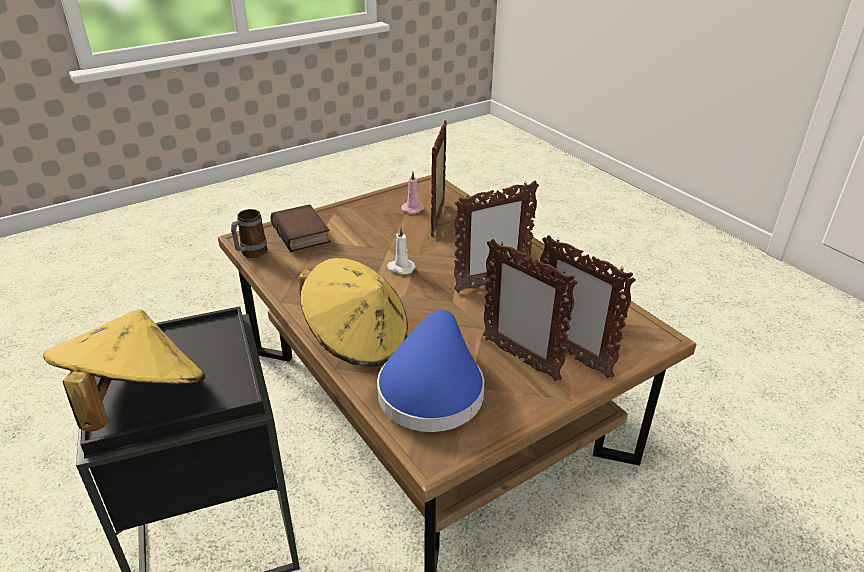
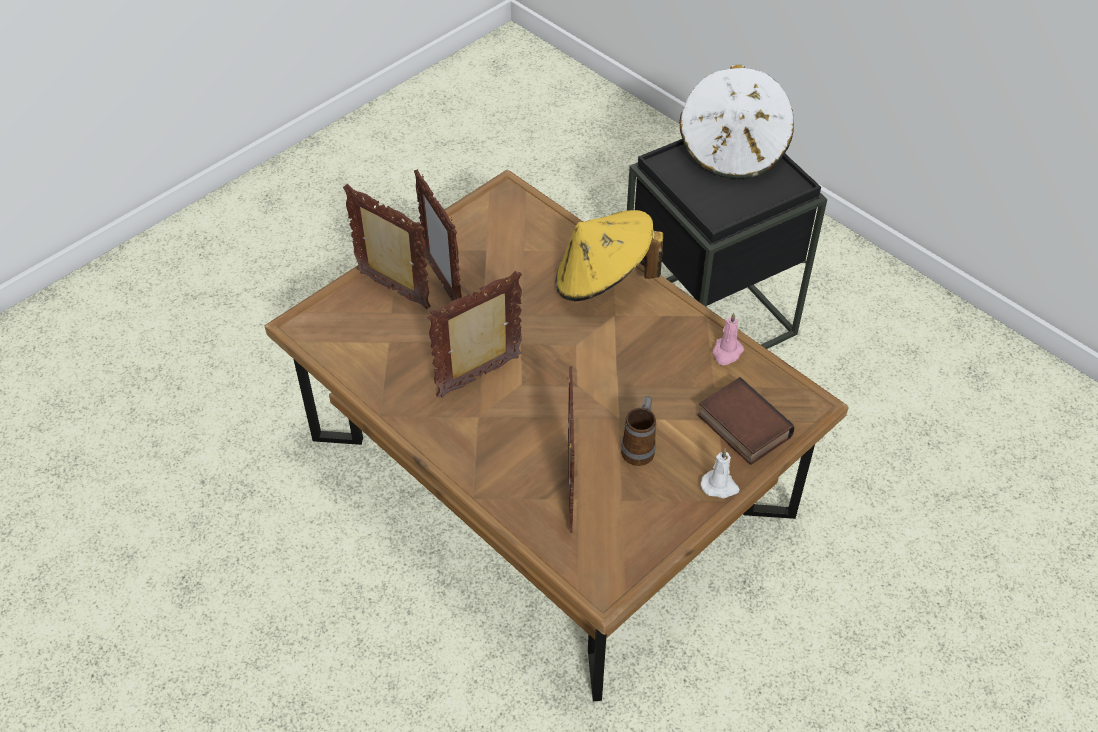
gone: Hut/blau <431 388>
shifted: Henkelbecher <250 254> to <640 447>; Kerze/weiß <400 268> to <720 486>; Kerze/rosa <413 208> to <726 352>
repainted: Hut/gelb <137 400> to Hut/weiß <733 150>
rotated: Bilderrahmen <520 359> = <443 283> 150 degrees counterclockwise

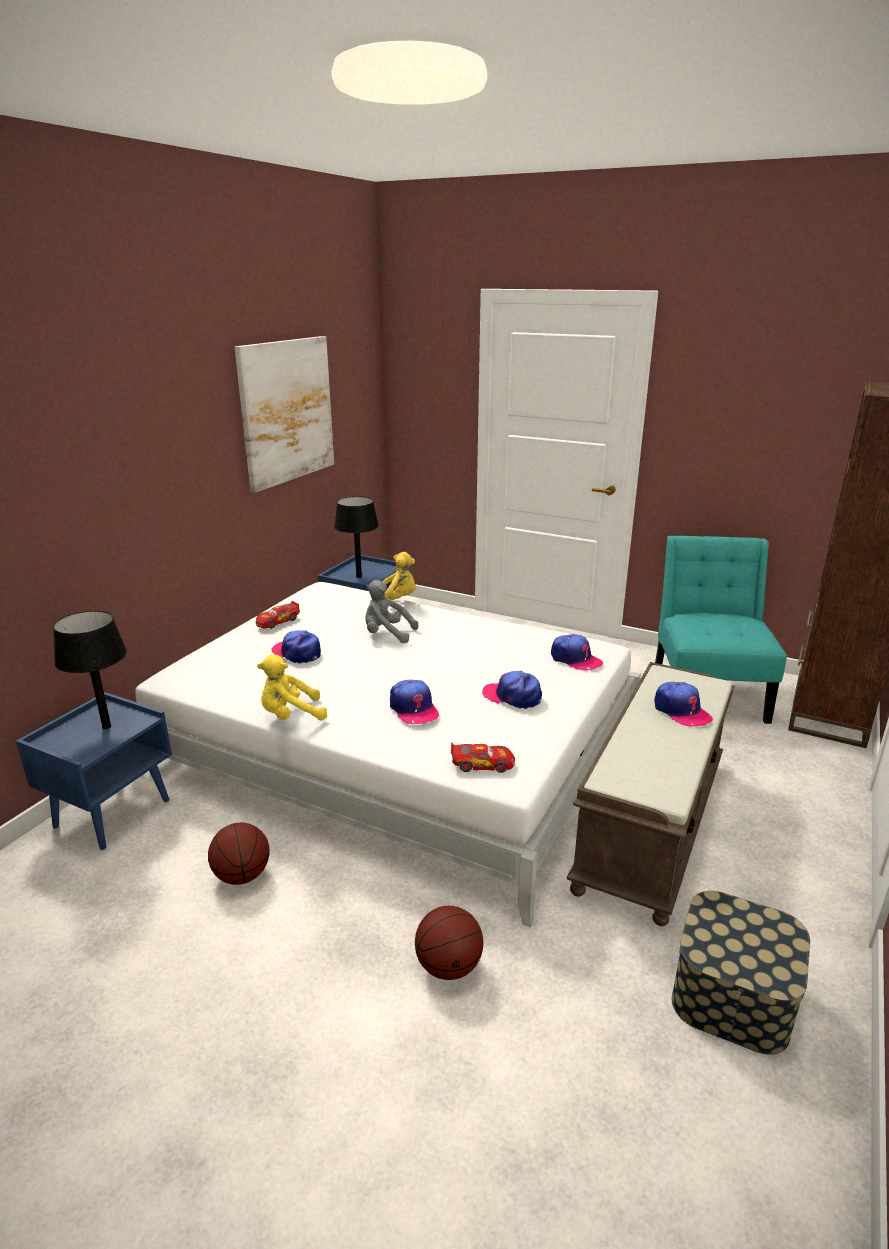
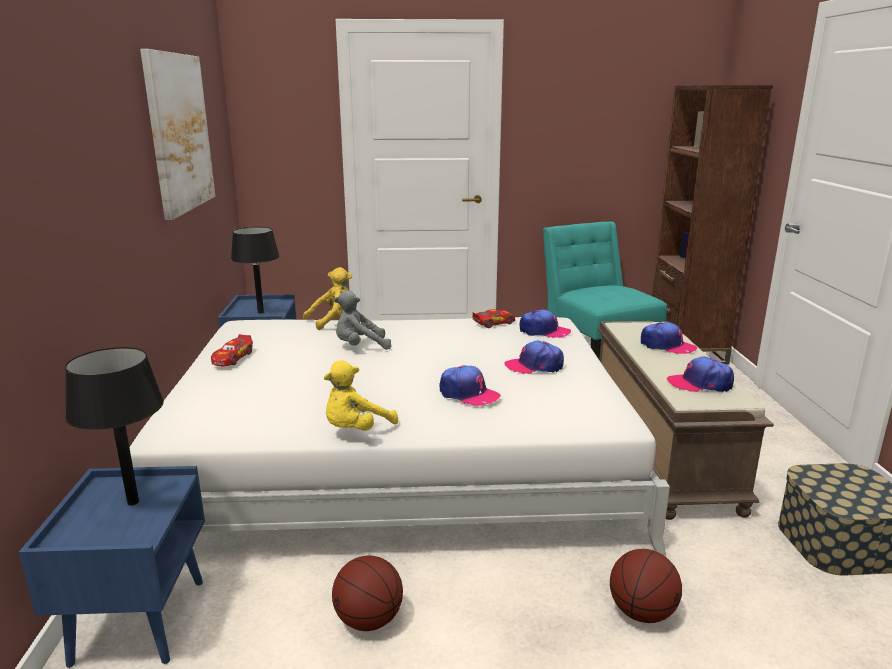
shifted: Kappe <297 653> to <700 383>; Spielzeugauto <482 764> to <494 323>

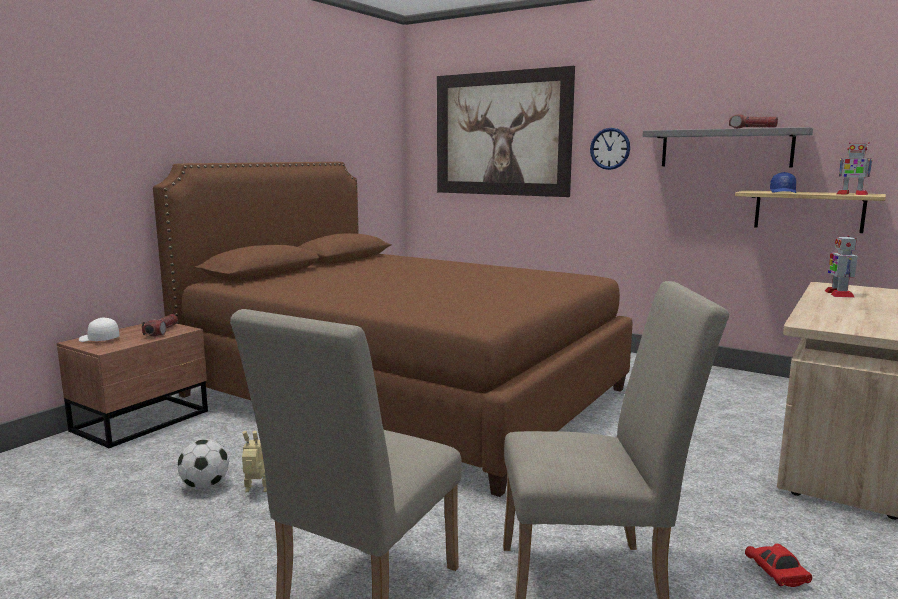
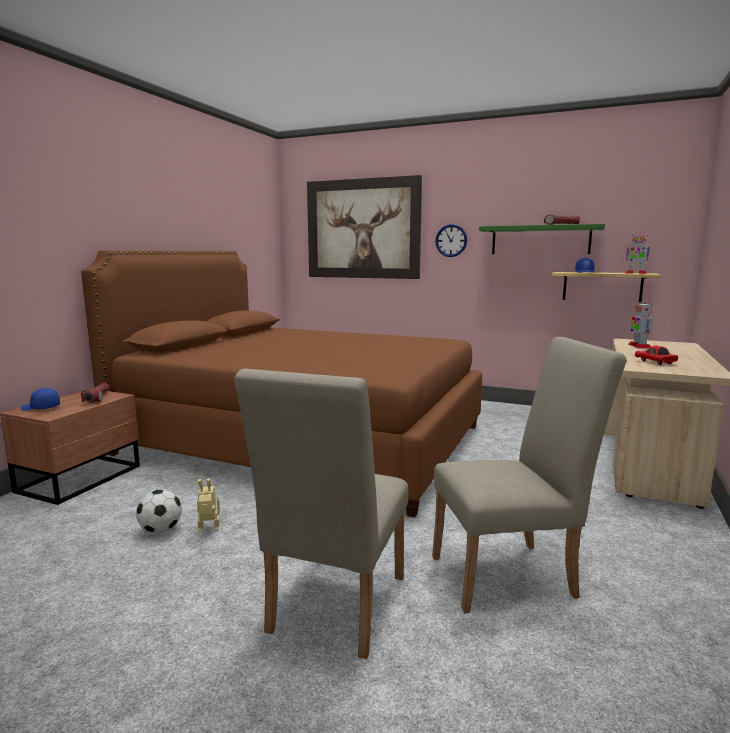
shifted: Spielzeugauto/rot <777 574> to <655 362>
repainted: Kappe/weiß <98 339> to Kappe/blau <40 408>; Wandregal/grau <725 148> to Wandregal/grün <540 240>

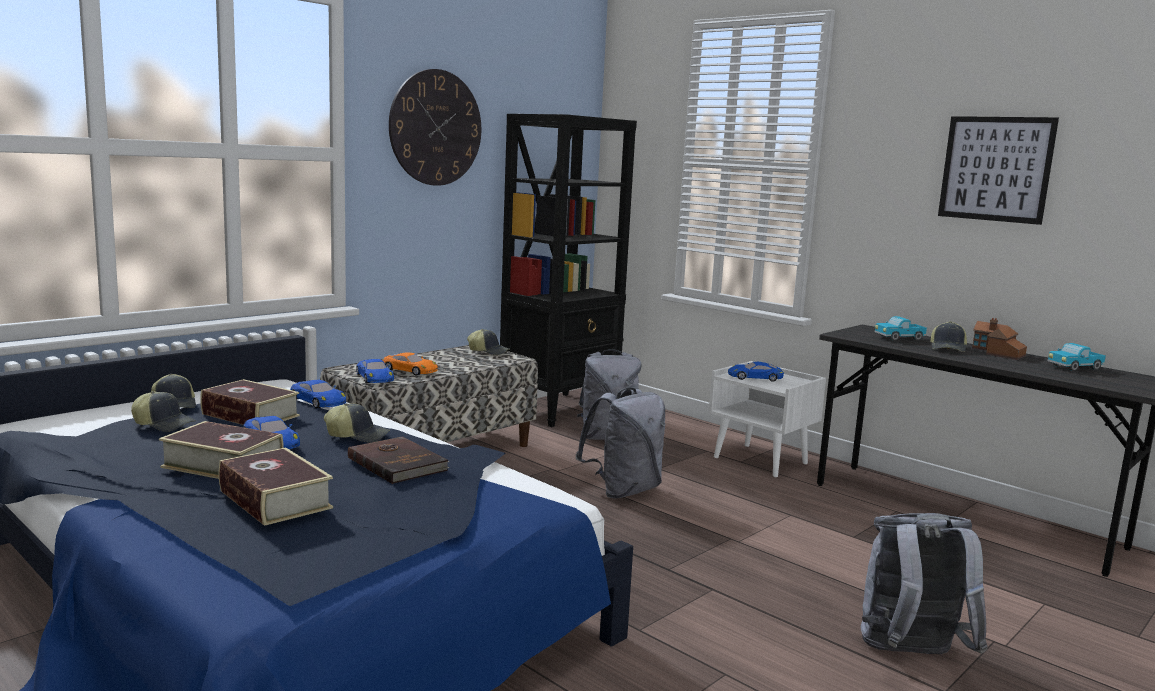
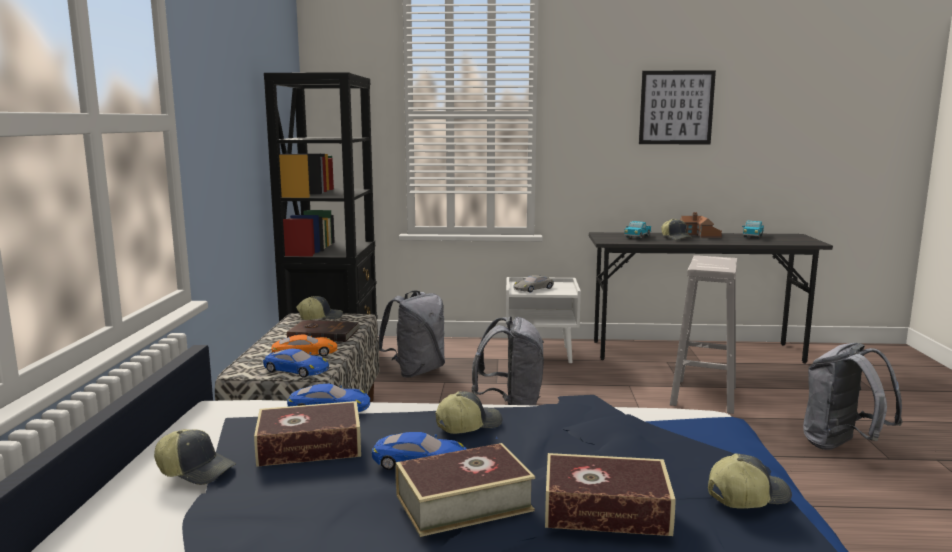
gone: Wanduhr <435 128>
new: Hocker/weiß <703 395>
shifted: Kappe <164 424> to <746 496>; Buch/braun <398 463> to <323 334>
repainted: Spielzeugauto/blau <755 377> to Spielzeugauto/grau <533 288>

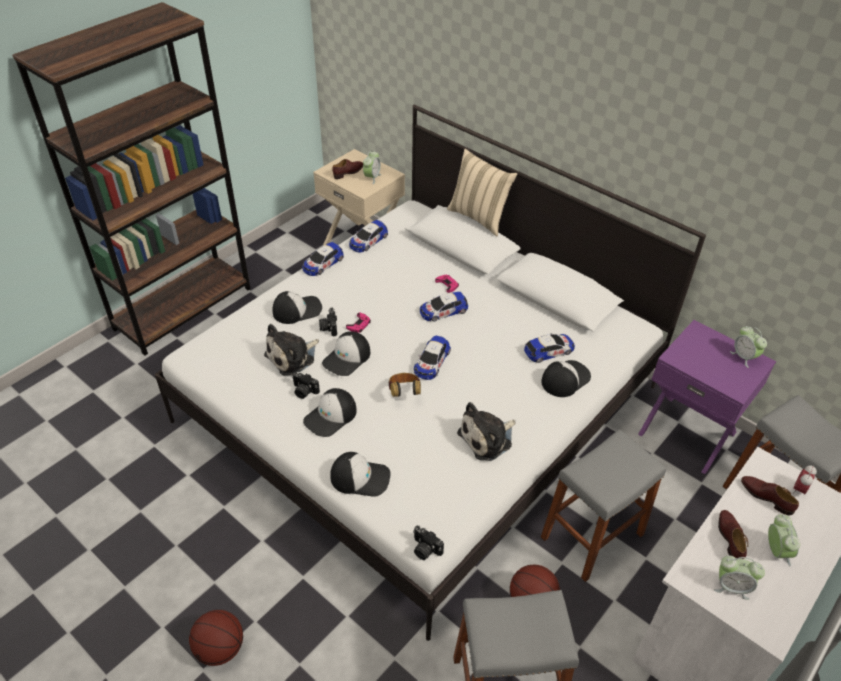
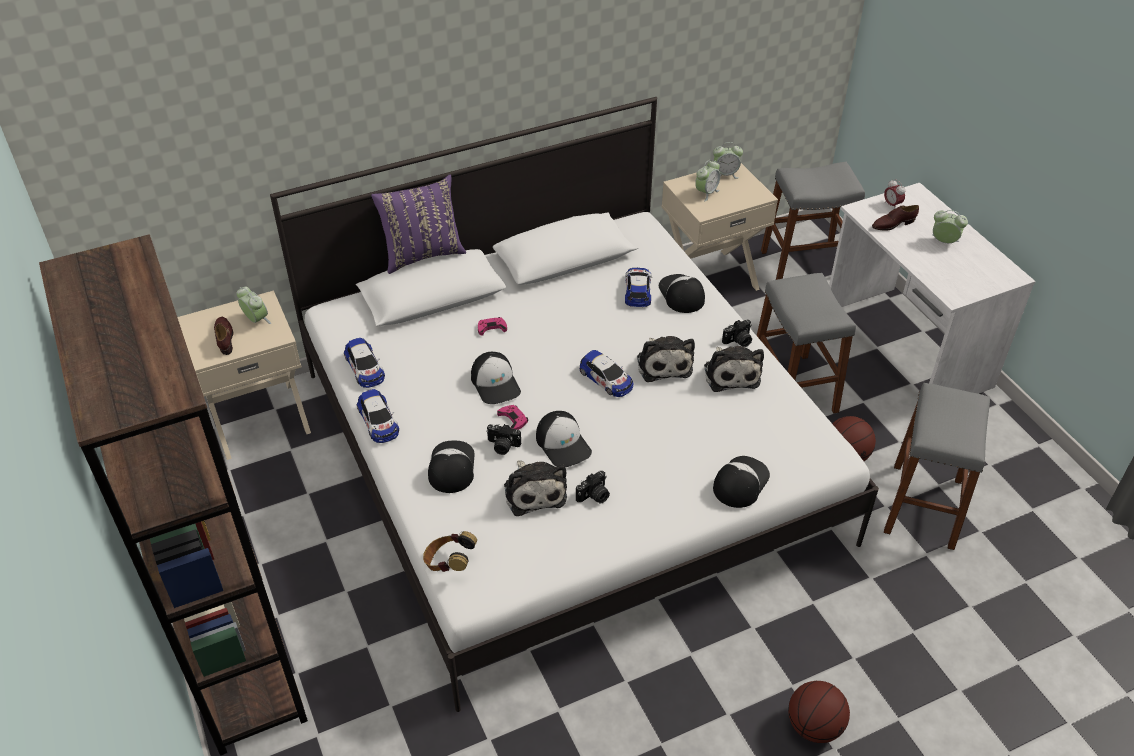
gone: Spielzeugauto <443 310>; Schuh/braun <730 538>
new: Plüschtier <663 363>
shifted: Kappe <331 416> to <496 383>; Kopfhörer <404 393> to <449 563>; Kamera <425 549> to <738 341>; Wecker <731 586> to <706 193>
repainted: Kissen/beige <479 217> to Kissen/lila <422 254>; Nachttisch/lila <688 432> to Nachttisch/beige <709 278>

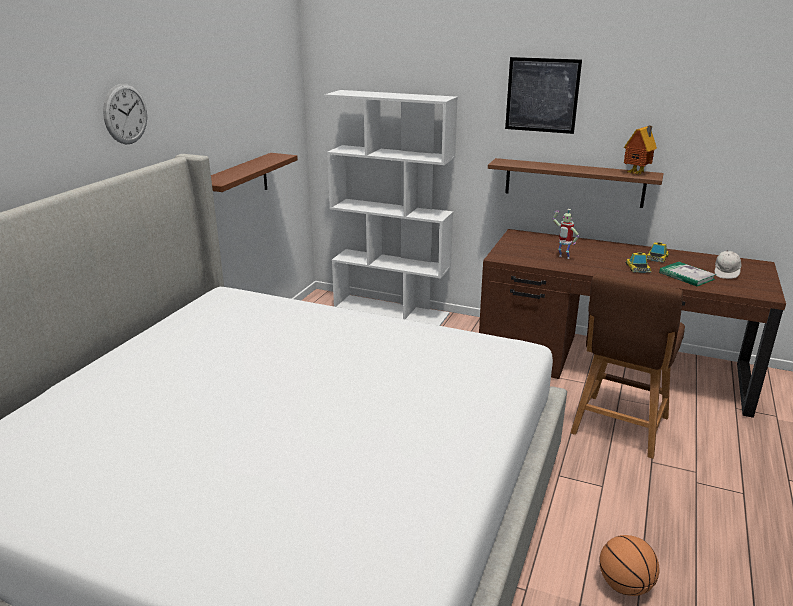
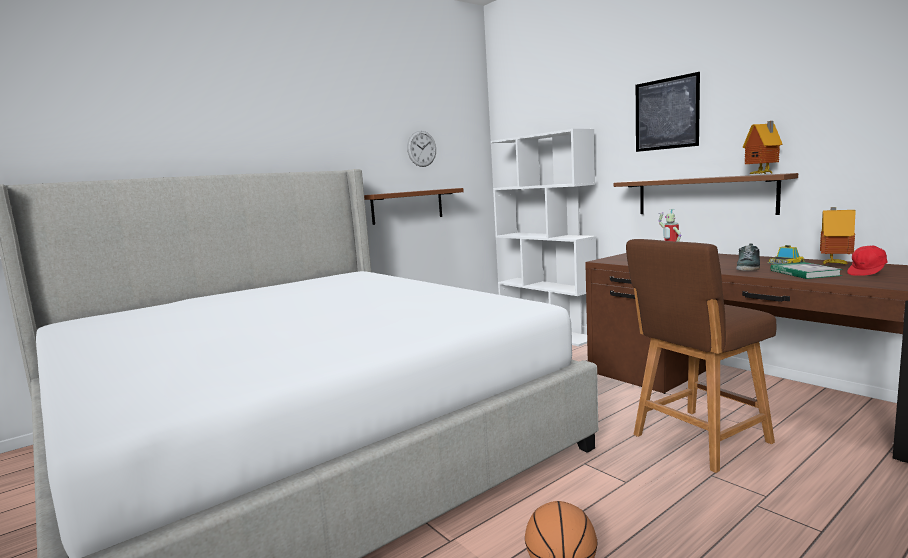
new: Spielzeughaus <834 264>
shifted: Wanduhr <125 114> to <421 148>
swapped: Spielzeugauto <638 268> to Schuh <748 268>
repainted: Kappe/weiß <726 273> to Kappe/rot <867 273>

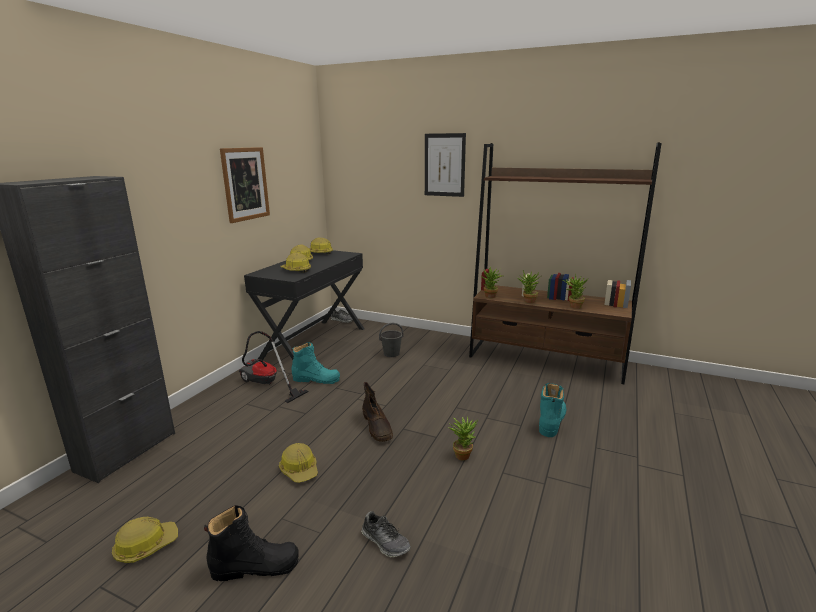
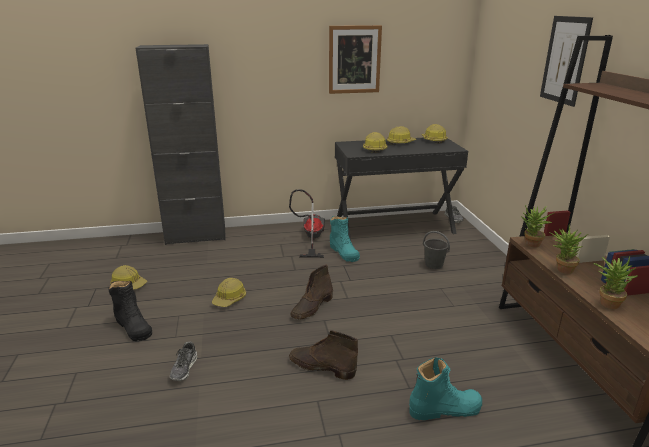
swapped: Topfpflanze <463 454> to Stiefel/braun <321 366>

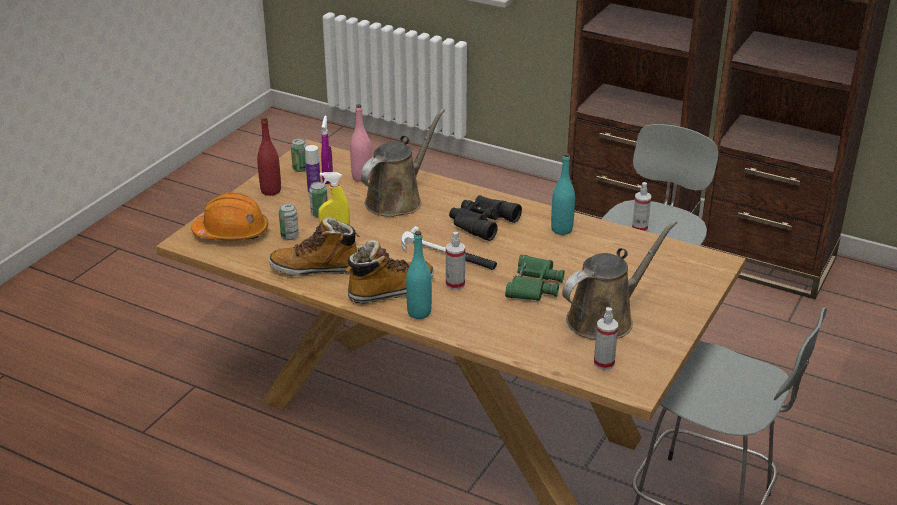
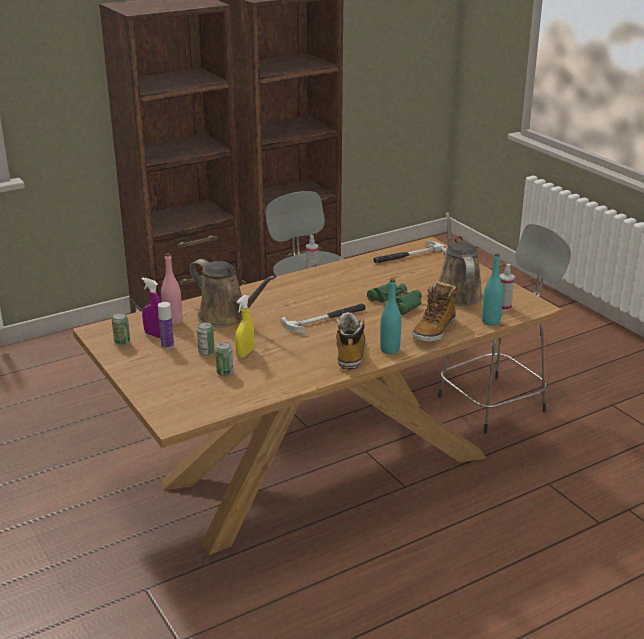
gone: Schutzhelm/orange <232 232>; Flasche/rot <271 191>; Sprühflasche <455 284>; Fernglas/schwarz <480 222>
new: Hammer <408 256>
shifted: Stiefel <315 268> to <434 330>; Flasche/türkis <561 229> to <490 321>
rotated: Gießkanne/braun <397 200> = <226 317> 150 degrees clockwise

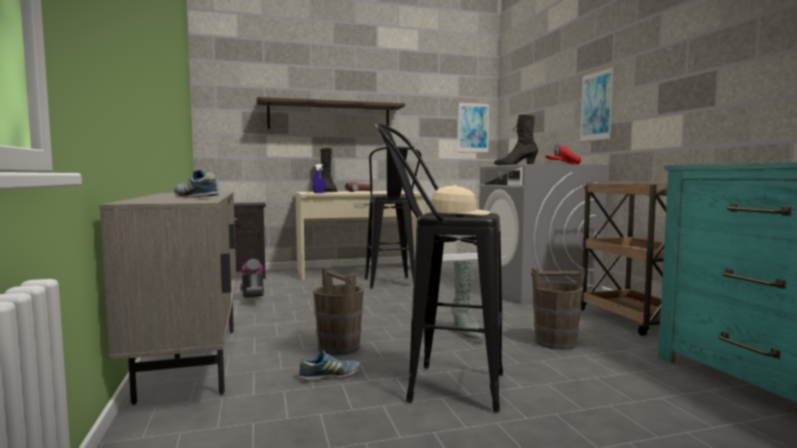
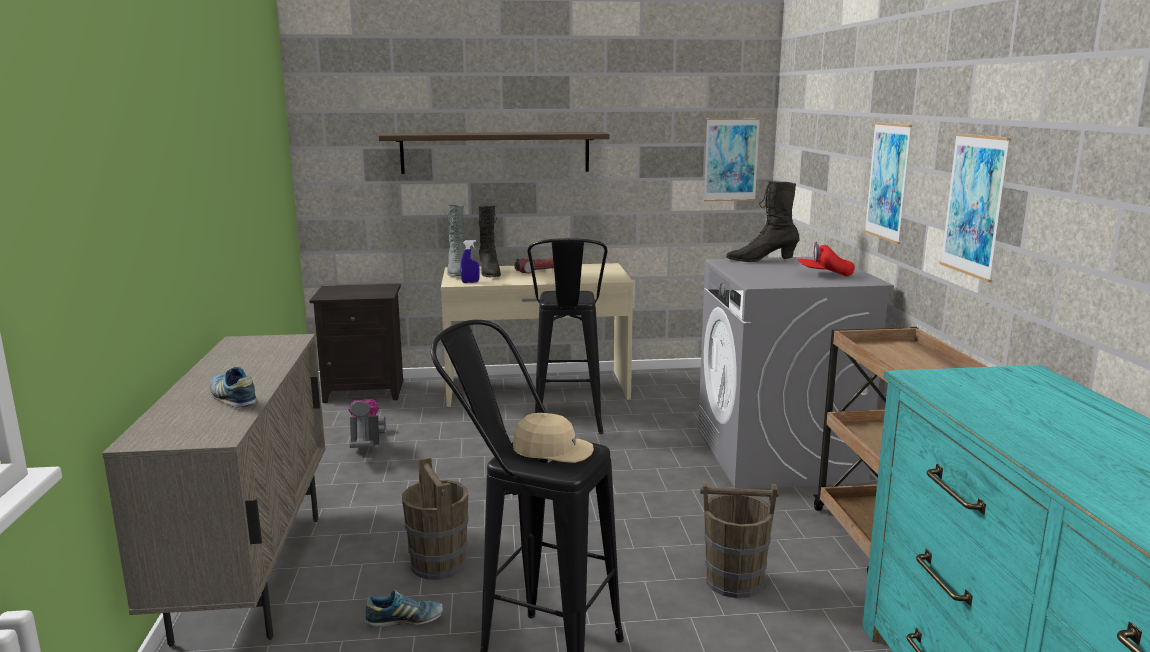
new: Bild <974 205>
shifted: Stiefel/grau <466 333> to <456 272>

